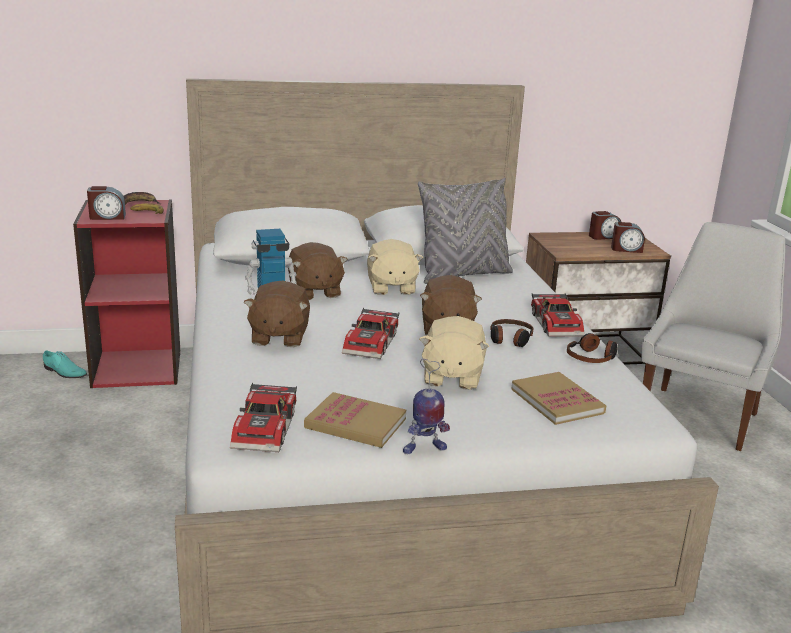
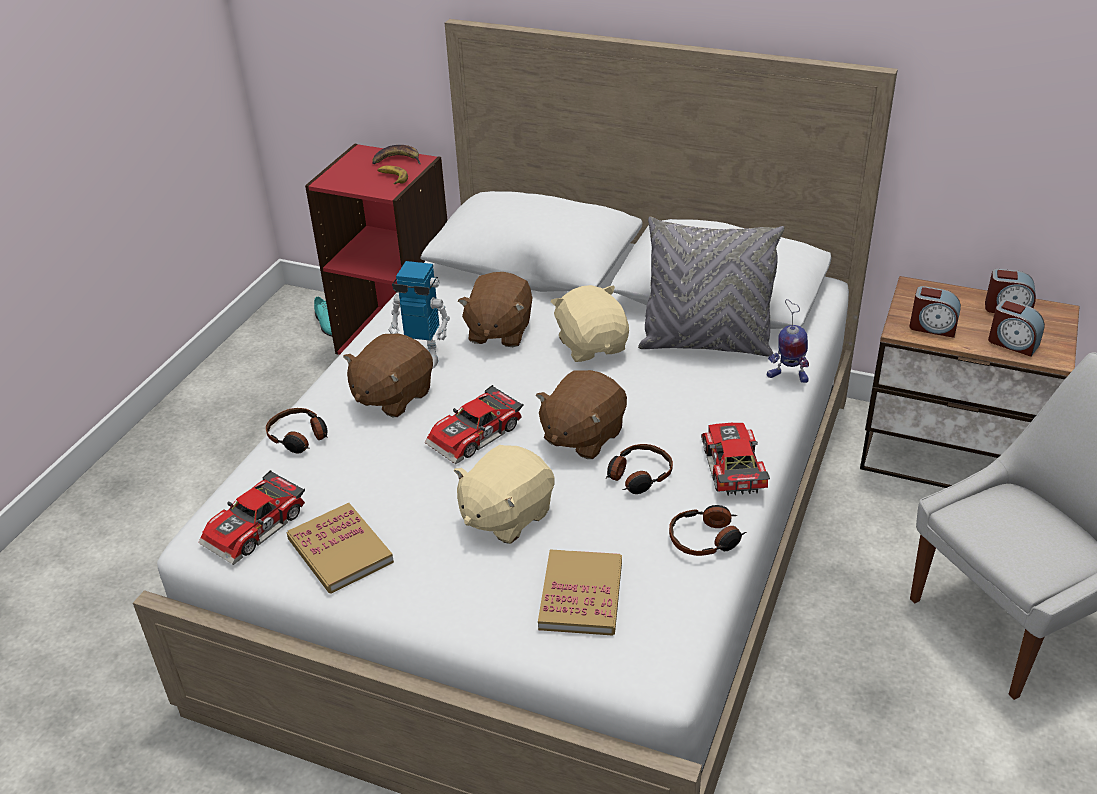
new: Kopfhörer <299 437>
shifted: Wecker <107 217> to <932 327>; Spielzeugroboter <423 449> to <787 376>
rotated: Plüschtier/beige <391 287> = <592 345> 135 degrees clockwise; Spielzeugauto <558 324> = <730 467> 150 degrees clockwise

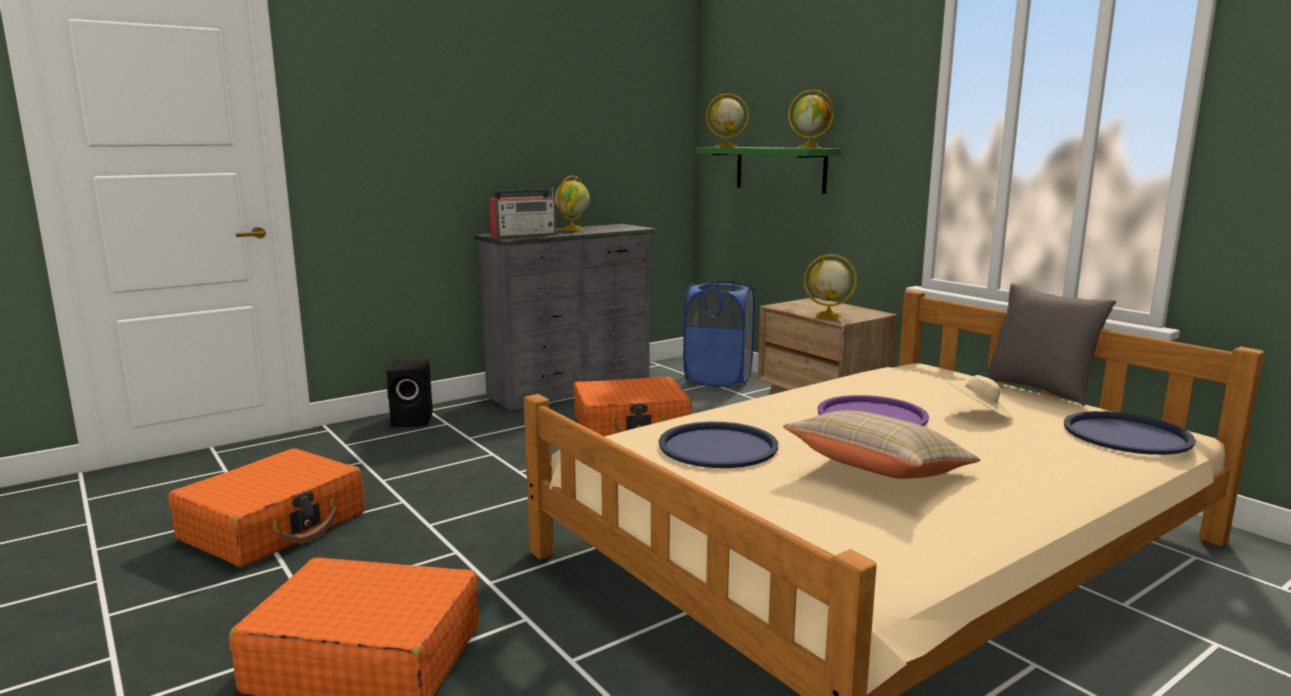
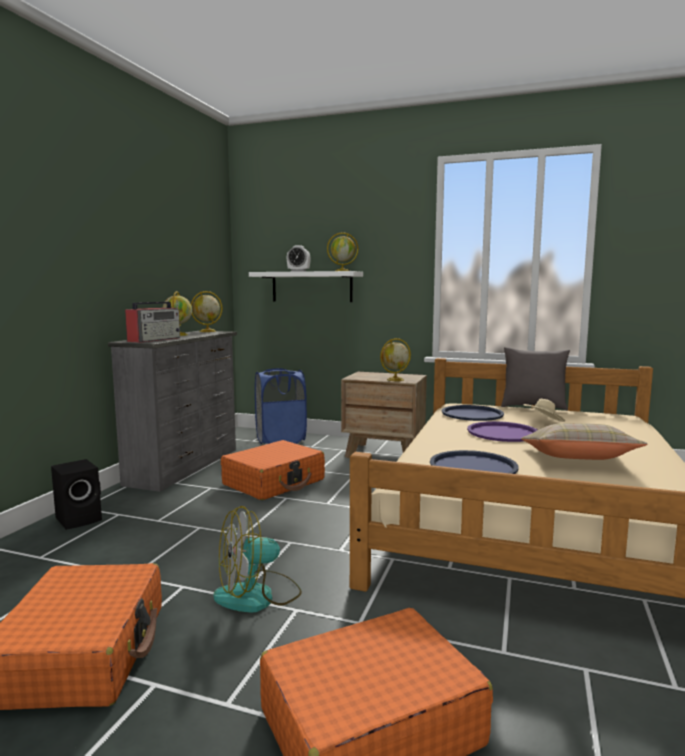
new: Ventilator <258 596>; Wecker <298 271>
shifted: Globus <726 146> to <207 331>; Tablett/blau <1126 435> to <472 414>
repainted: Wandregal/grün <780 169> to Wandregal/weiß <312 287>

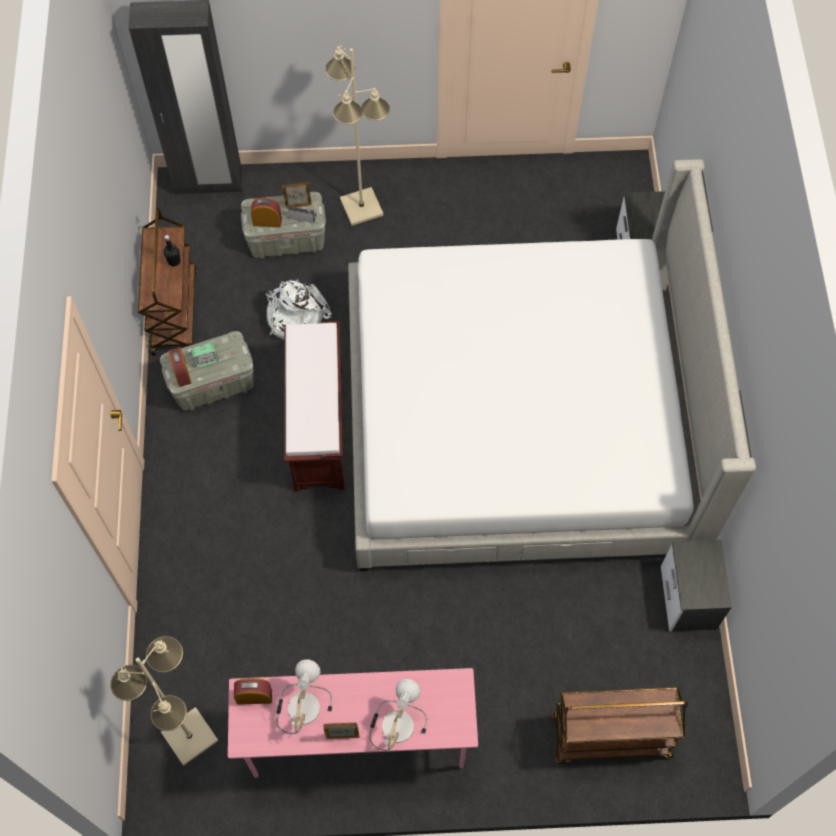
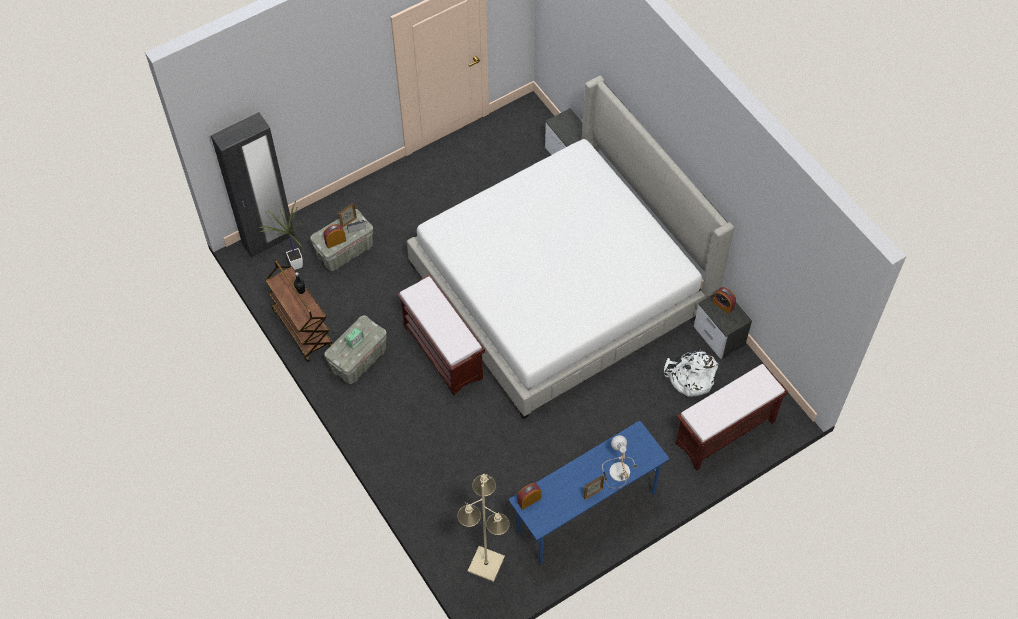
gone: Tischlampe <301 705>; Stehlampe/beige <362 206>
new: Topfpflanze <293 265>
shifted: Wecker <181 372> to <723 305>; Rucksack/weiß <295 316> to <690 378>
swapped: Rollwagen/braun <609 738> to Bank/braun <724 433>
repainted: Schreibtisch/rosa <357 742> to Schreibtisch/blau <586 513>

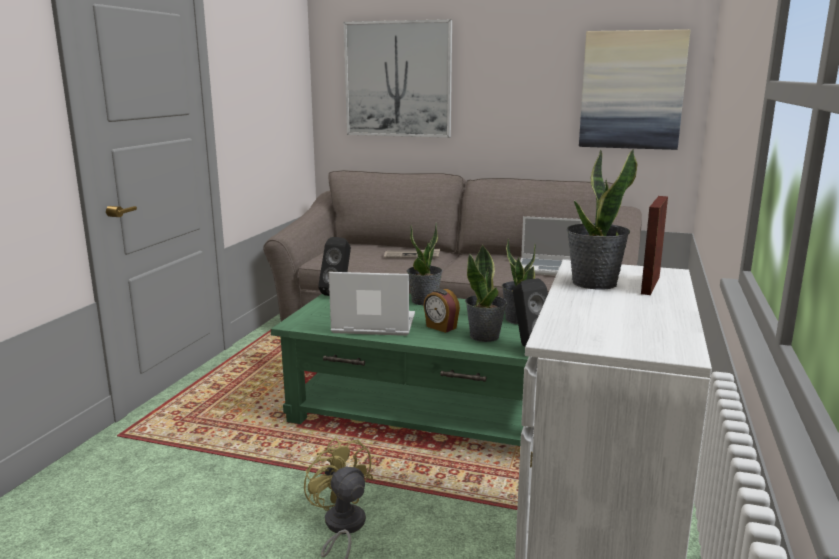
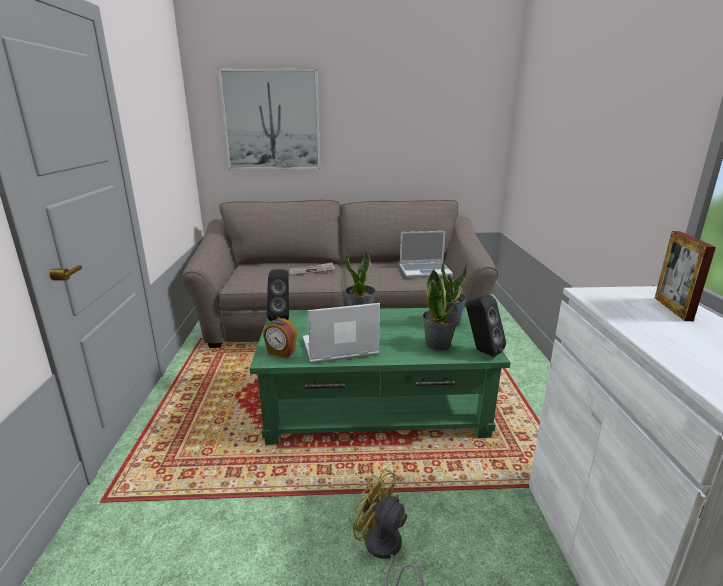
gone: Topfpflanze <594 283>; Bild <632 90>
shifted: Wecker <440 327> to <281 352>

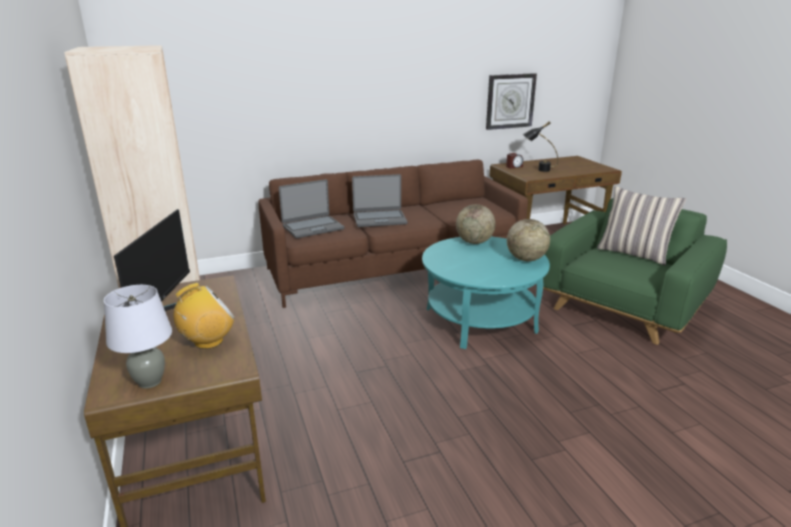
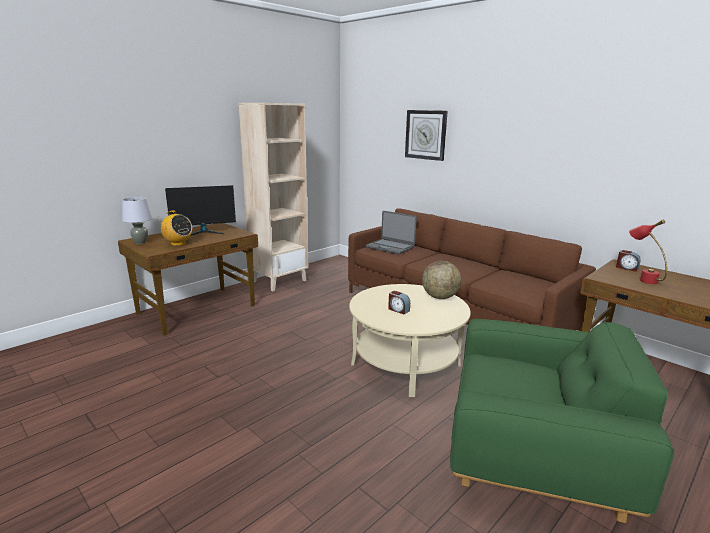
gone: Laptop <379 219>; Globus <526 259>; Kissen <634 253>
new: Wecker <398 310>
shifted: Wanduhr <510 101> to <426 134>
repainted: Couchtisch/türkis <480 320> to Couchtisch/beige <406 364>; Tischlampe/schwarz <538 170> to Tischlampe/rot <642 279>

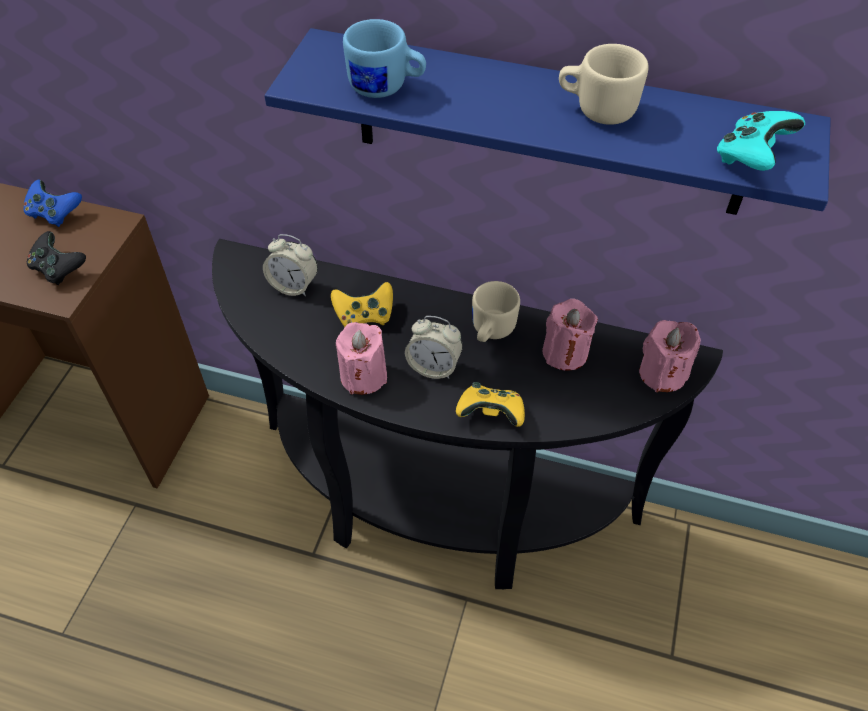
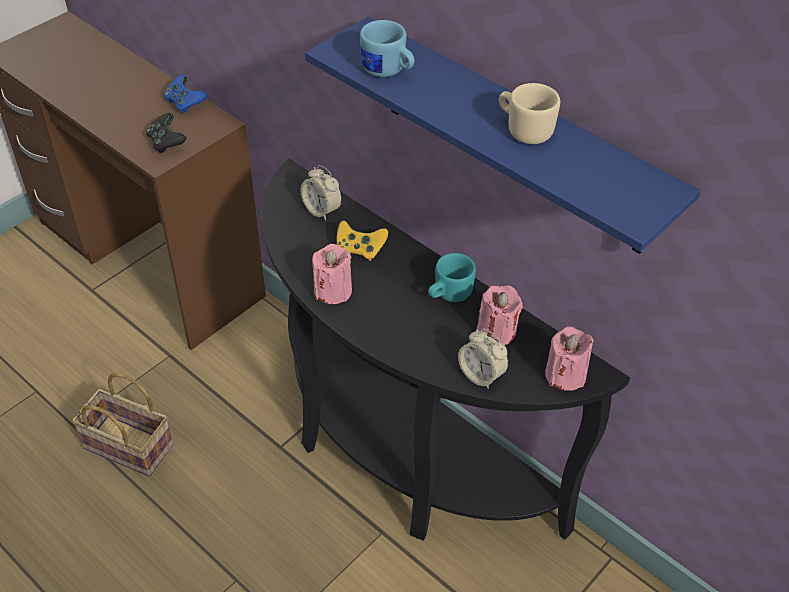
gone: Gamepad/gelb <491 414>; Gamepad/türkis <751 157>
new: Korb <125 447>
shifted: Wecker <434 366> to <481 375>
repainted: Henkelbecher/beige <490 331> to Henkelbecher/türkis <448 294>

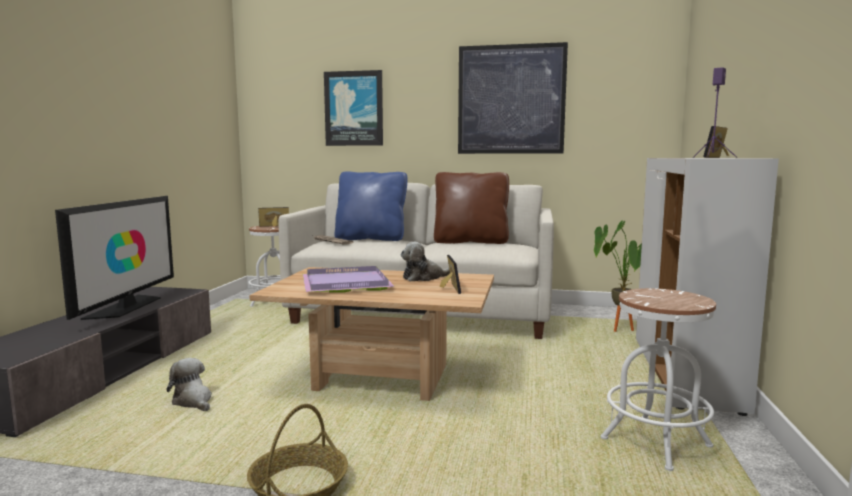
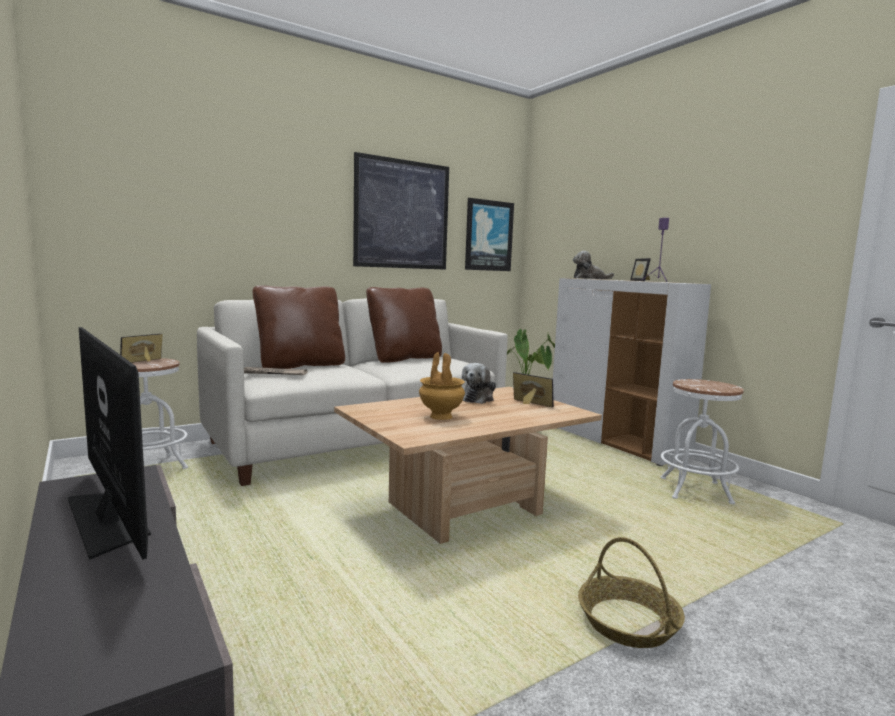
shifted: Plüschtier <193 401> to <589 278>; Bild <354 108> to <488 235>
swapped: Tablett/lila <344 283> to Vase/braun <440 416>
repainted: Kissen/blau <371 239> to Kissen/braun <300 365>

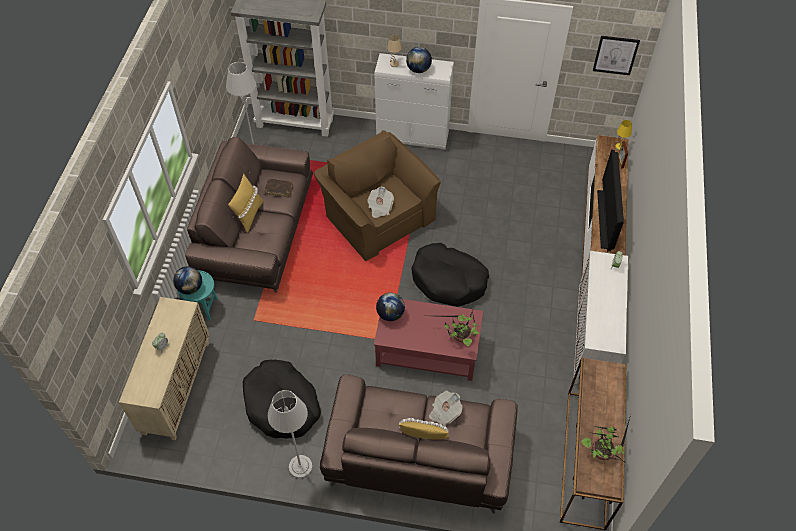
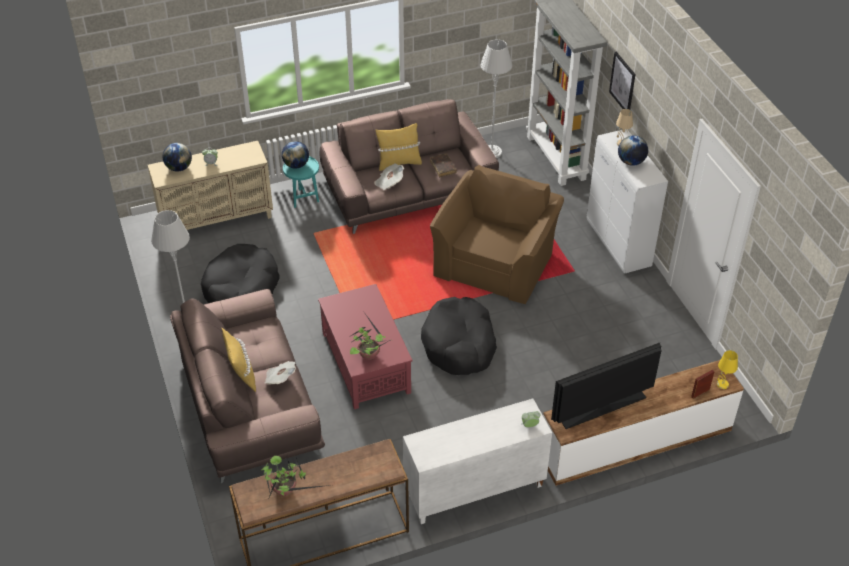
shifted: Zeitung <380 207> to <389 183>; Globus <390 314> to <179 168>; Bild <615 55> to <622 83>

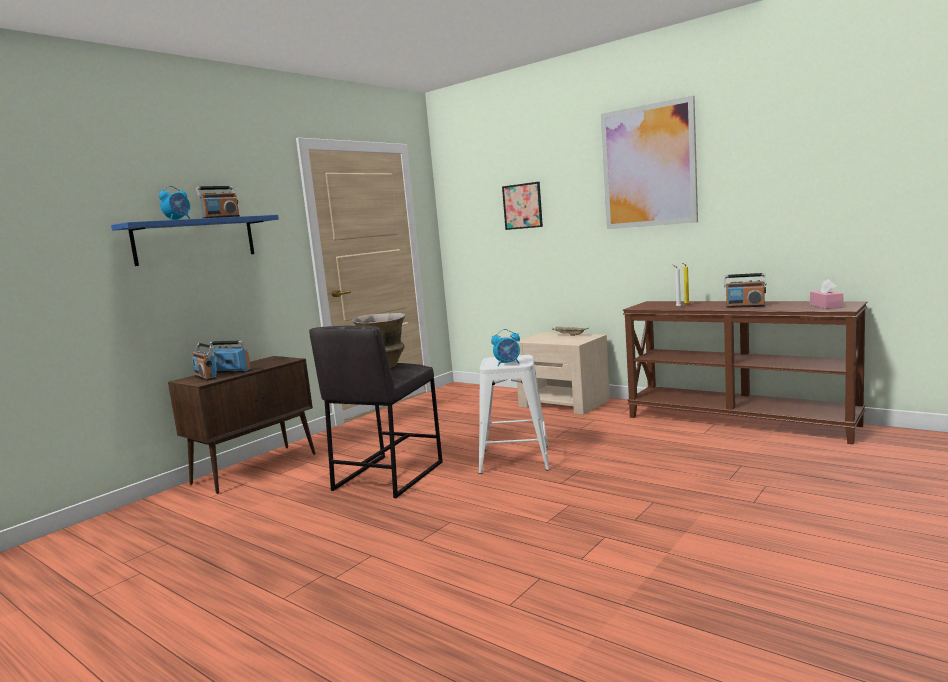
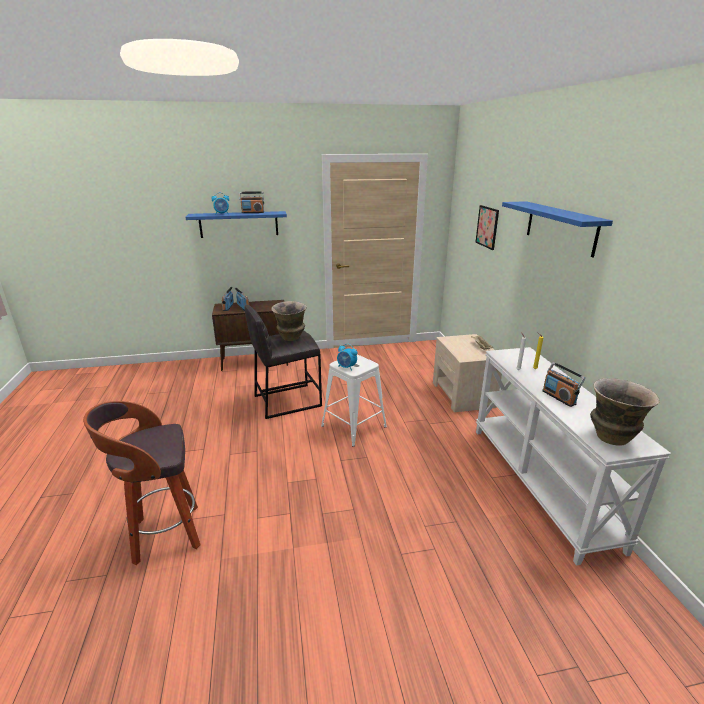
new: Hocker <164 535>
swapped: Bild <648 166> to Wandregal/blau <560 227>; Taschentuchbox/rosa <826 306> to Vase <611 437>
repainted: Konsolentisch/braun <739 421> to Konsolentisch/weiß <541 483>

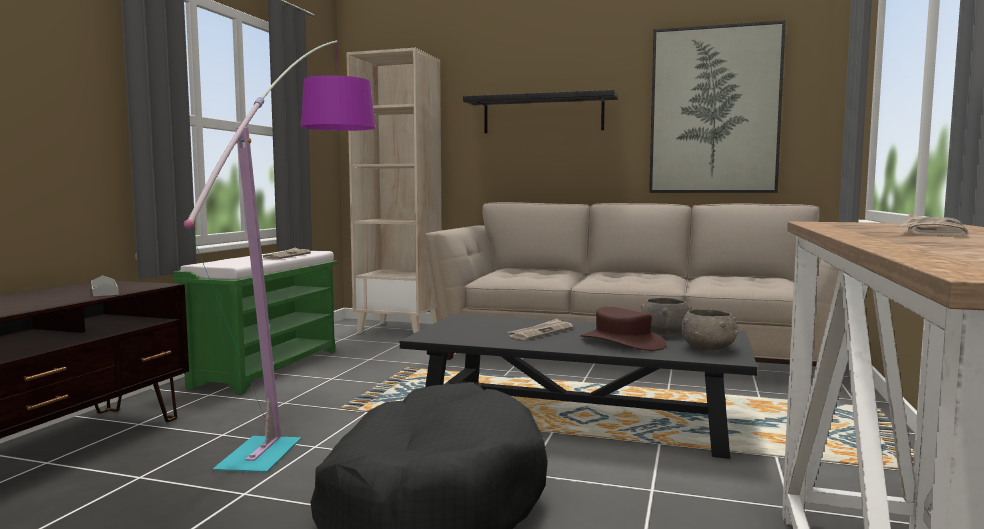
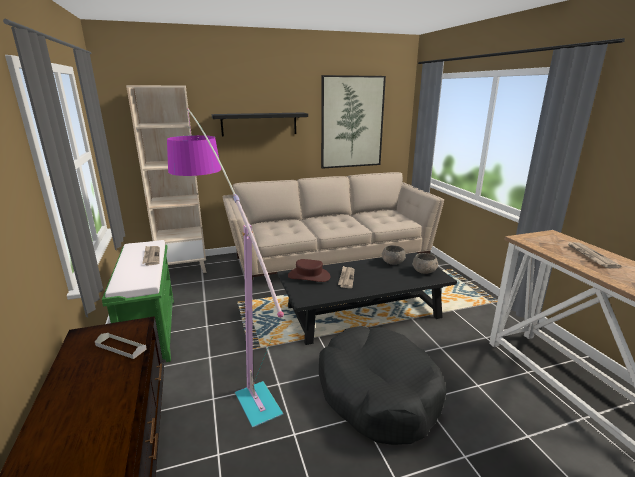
shifted: Hut/braun <622 342> to <309 276>

